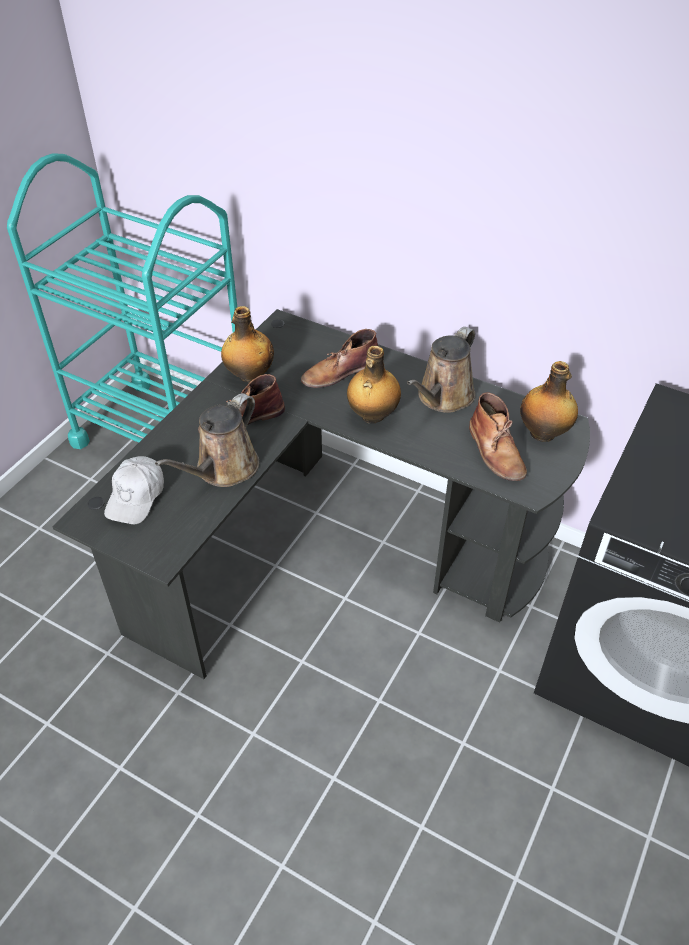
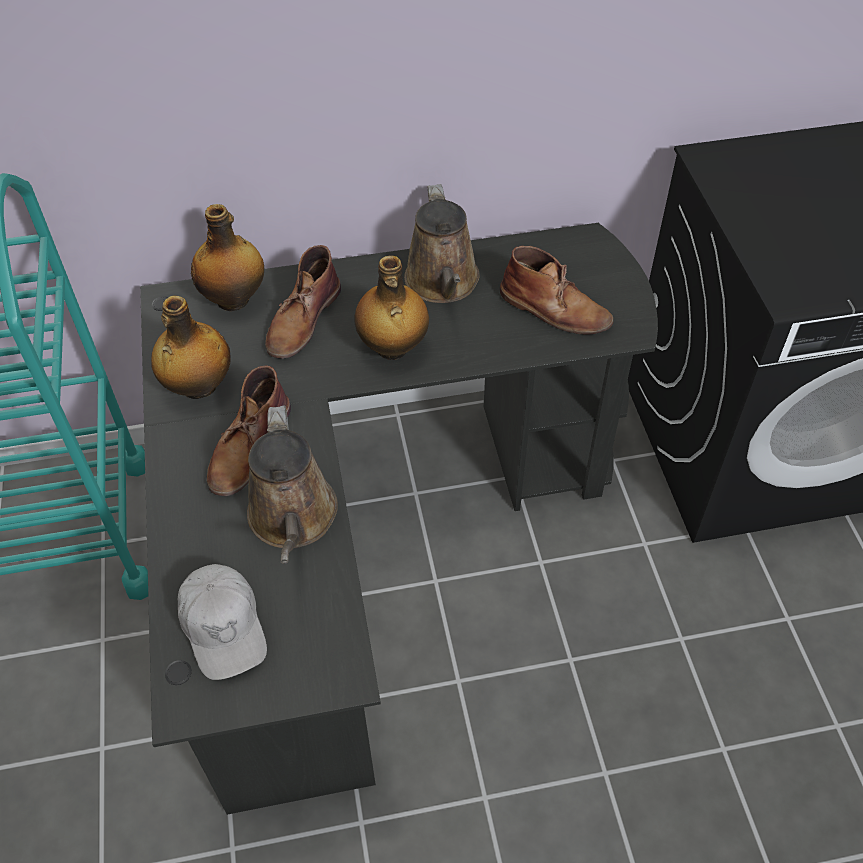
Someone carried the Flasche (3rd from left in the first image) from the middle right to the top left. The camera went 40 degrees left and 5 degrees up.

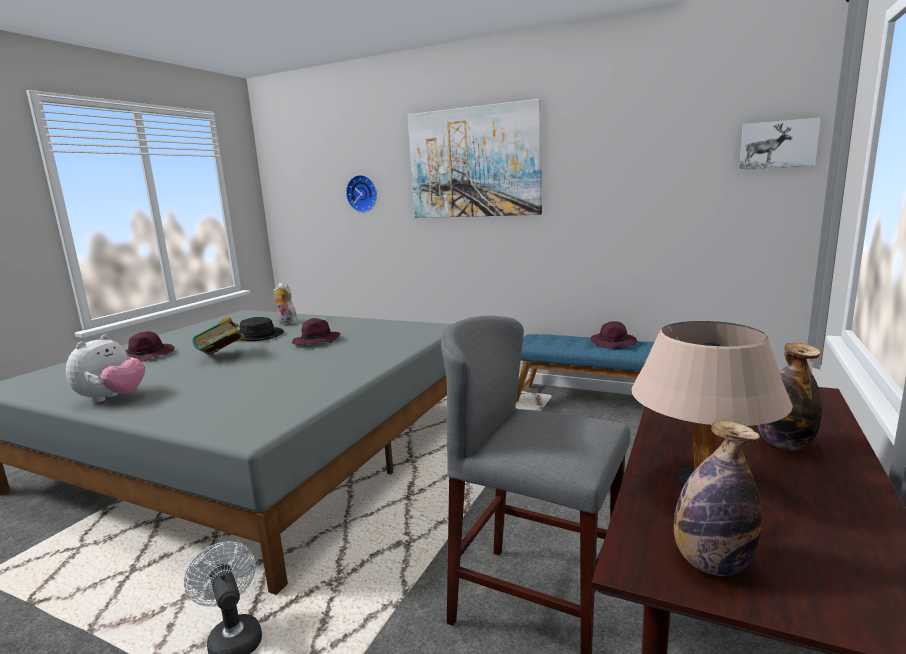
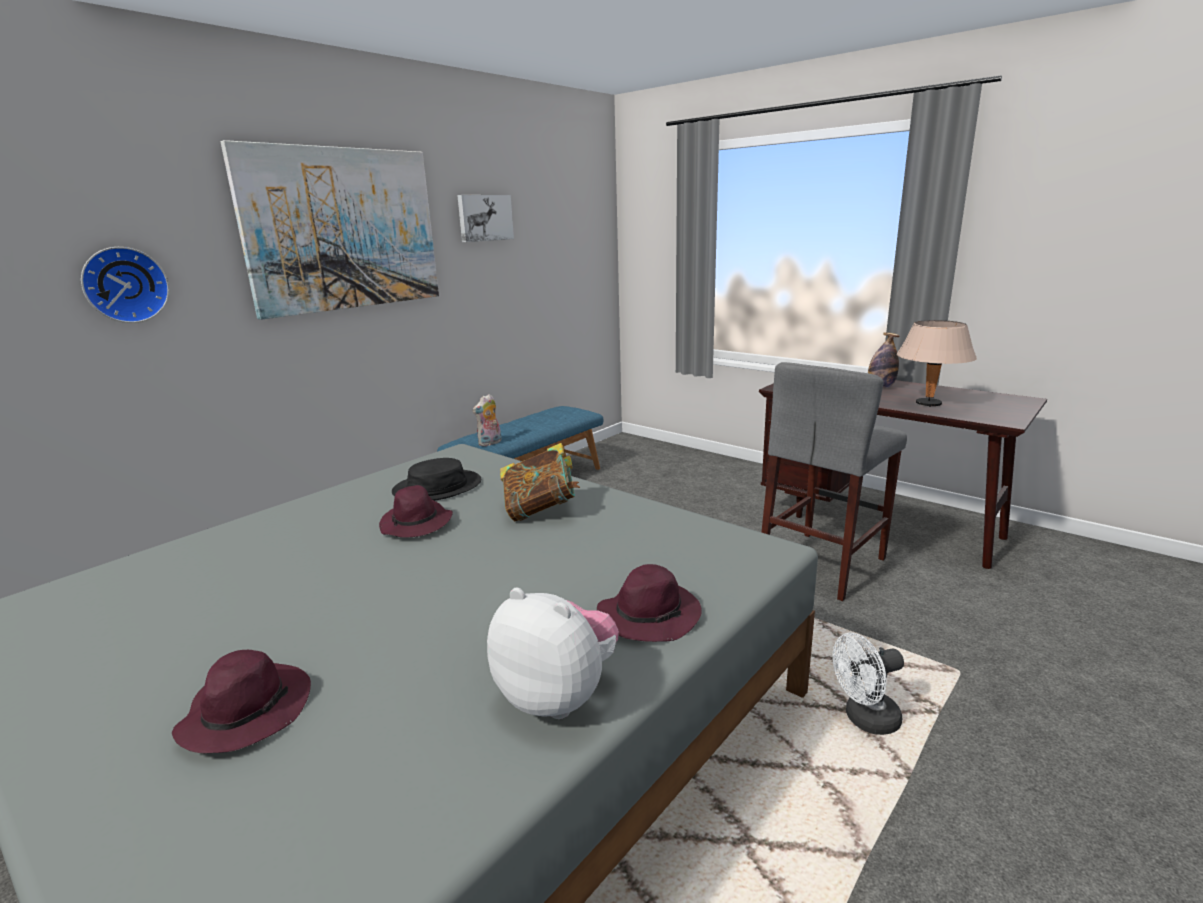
Someone carried the Hut (schwarz) from the middle left to the centre. Someone carried the Bild (2nd from left) from the top right to the top centre. Someone carried the Plüschtier (2nd from left in the first image) from the middle left to the centre. Someone carried the Buch from the middle left to the centre. Someone carried the Hut (lila) (3rd from left) from the middle right to the bottom centre. Someone took away the Flasche (1st from left) at the bottom right. The camera went 75 degrees left and 5 degrees up.

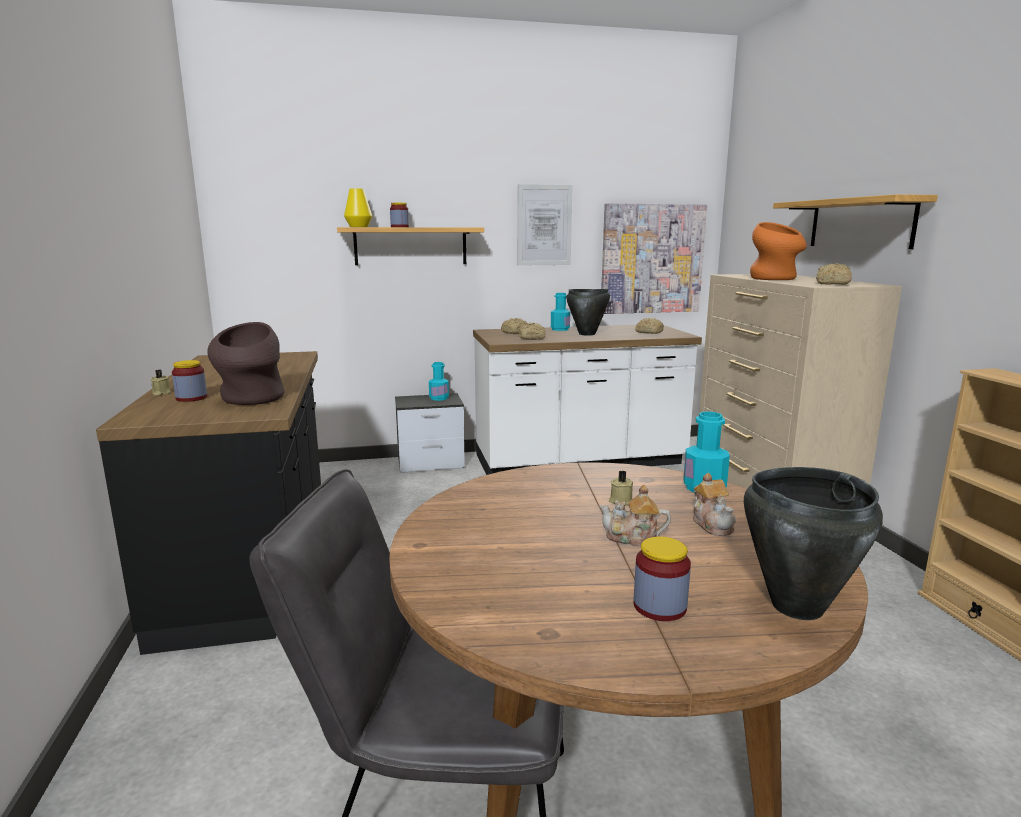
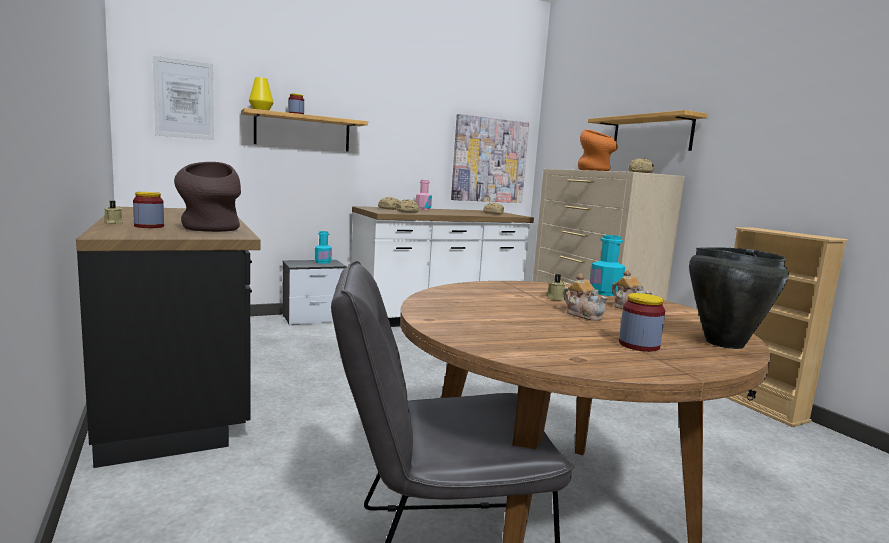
Someone carried the Bild (1st from left) from the top centre to the top left. Someone repainted the Flasche (türkis) (2nd from left) at the centre, which became the Flasche (rosa) at the centre. Someone rotated the Teekanne (1st from left) at the centre by 120 degrees counterclockwise. Someone took away the Kochtopf (schwarz) (1st from left) at the centre. The camera went 15 degrees left and 5 degrees down.

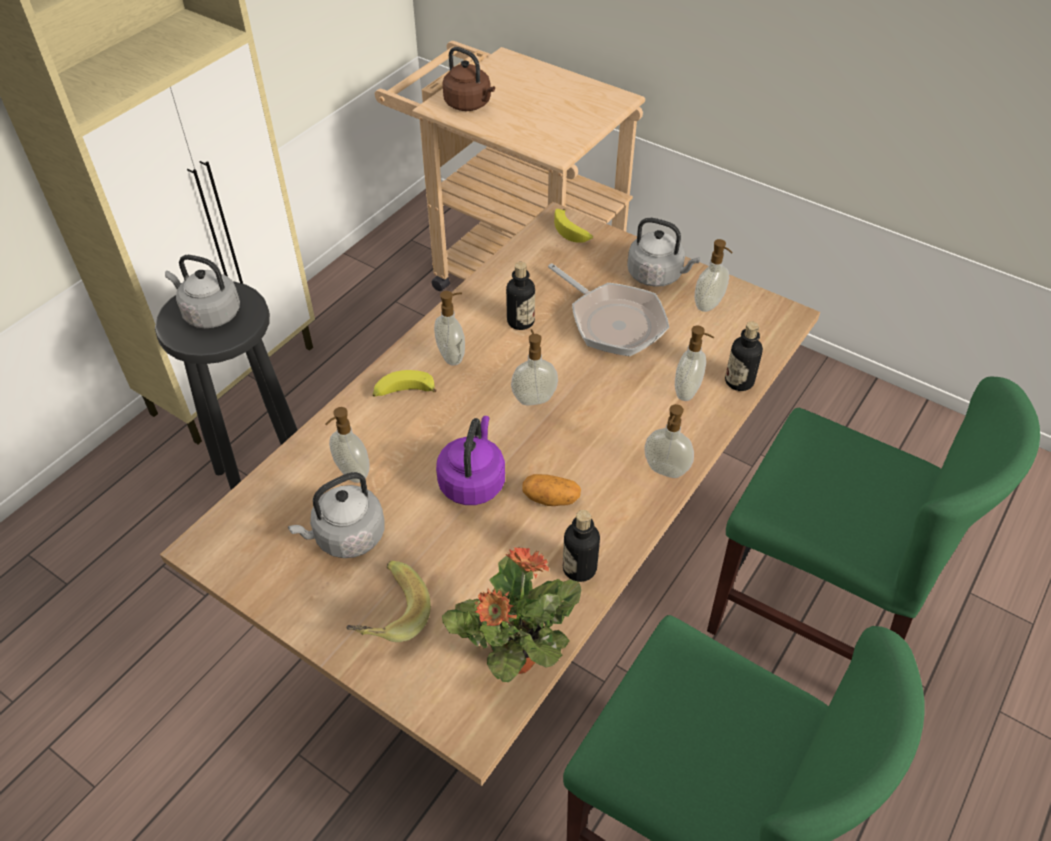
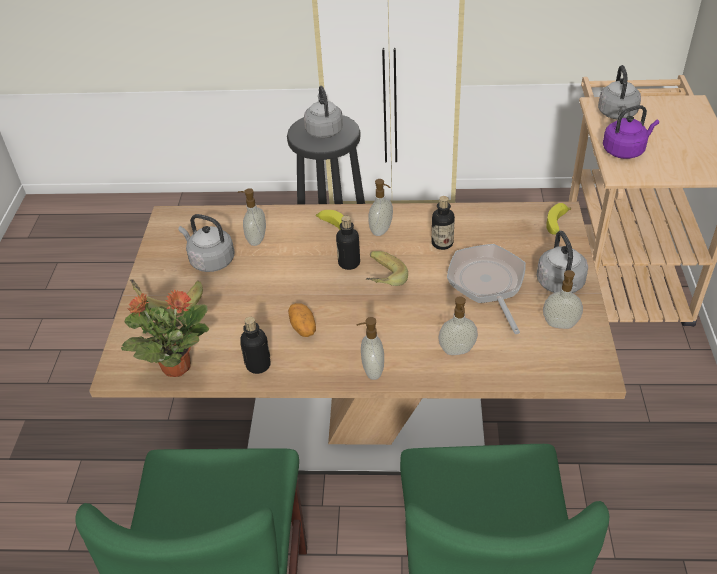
Someone carried the Flasche (3rd from left in the first image) from the middle right to the centre. Someone swapped the Seifenspender (3rd from left) at the centre for the Banane (3rd from left) at the centre. Someone rotated the Pfanne at the centre by 150 degrees clockwise. Someone repainted the Wasserkessel (braun) at the top centre, which became the Wasserkessel (grau) (4th from left) at the top right. Someone carried the Wasserkessel (lila) from the centre to the top right. The camera went 60 degrees right and 5 degrees down.

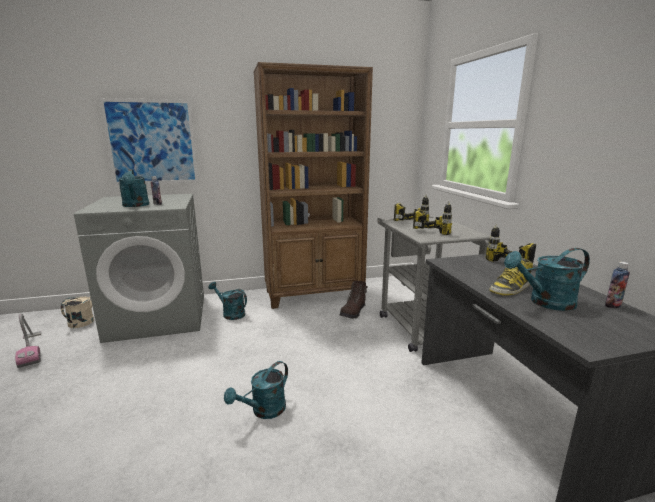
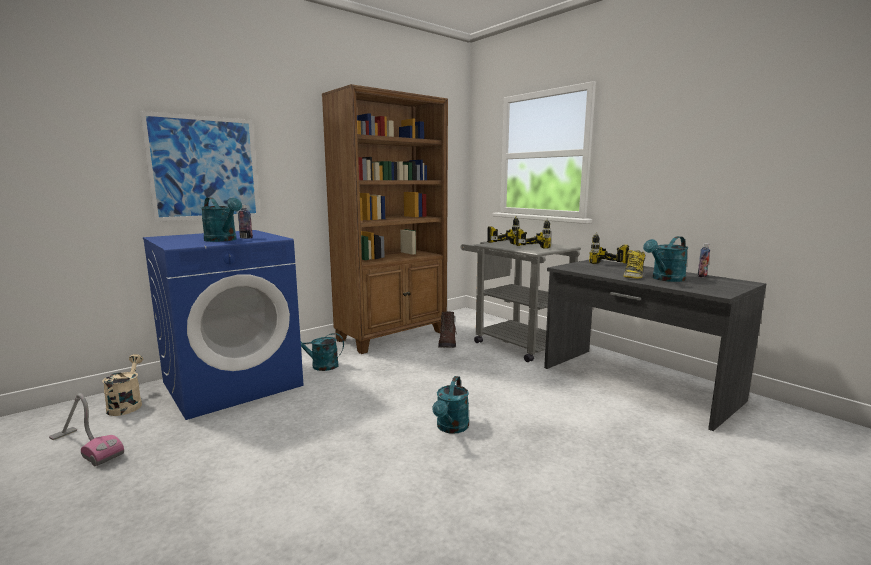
Someone repainted the Waschmaschine (grau) at the middle left, which became the Waschmaschine (blau) at the middle left. The camera went 25 degrees left and 5 degrees down.

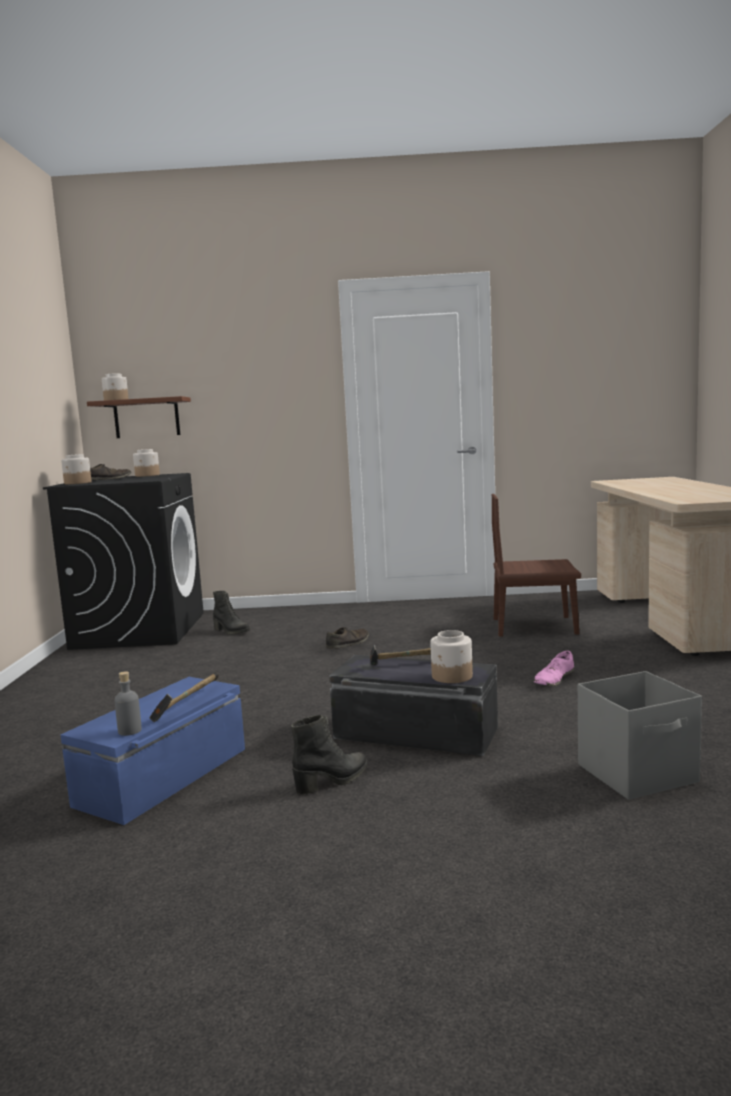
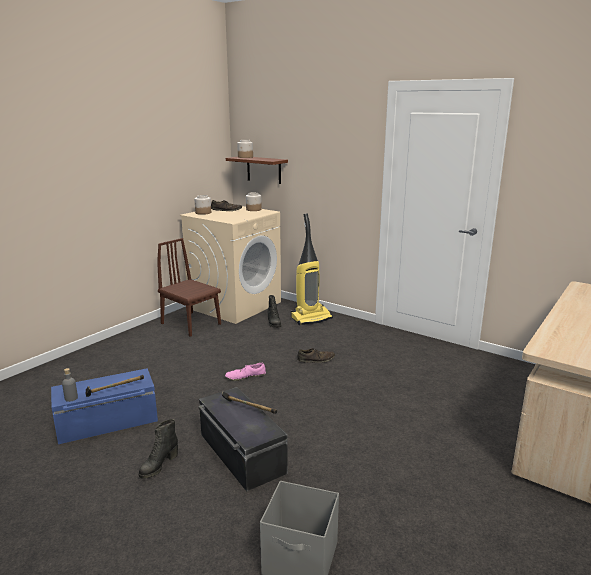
Someone rotated the Stiefel (schwarz) (2nd from left in the first image) at the bottom centre by 120 degrees clockwise. Someone carried the Stuhl (braun) from the middle right to the middle left. Someone repainted the Waschmaschine (schwarz) at the middle left, which became the Waschmaschine (beige) at the centre. Someone carried the Schuh (rosa) from the middle right to the centre. Someone put down the Staubsauger at the centre. Someone took away the Vorratsglas (4th from left) at the centre. The camera went 35 degrees right and 10 degrees up.

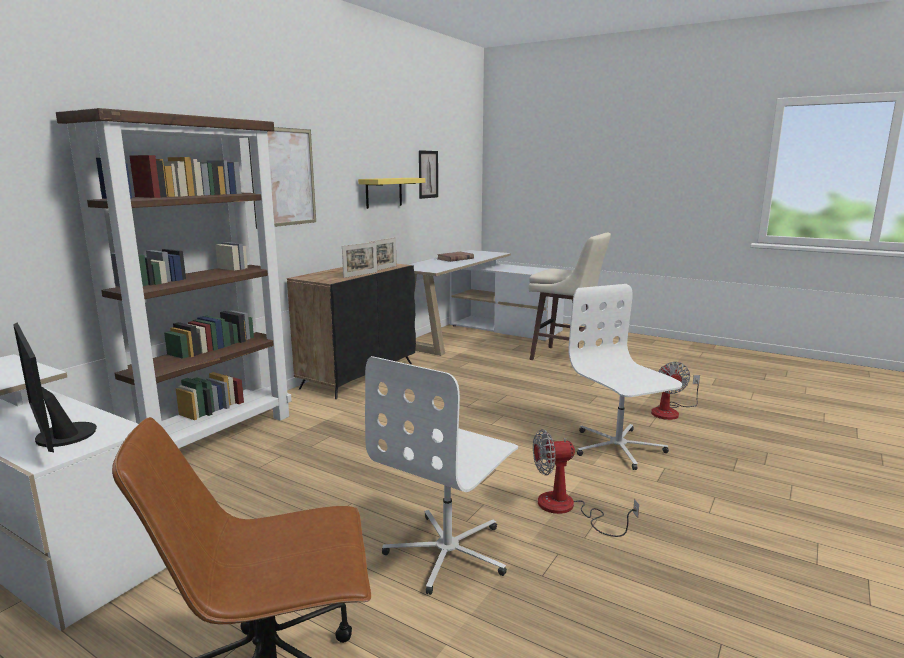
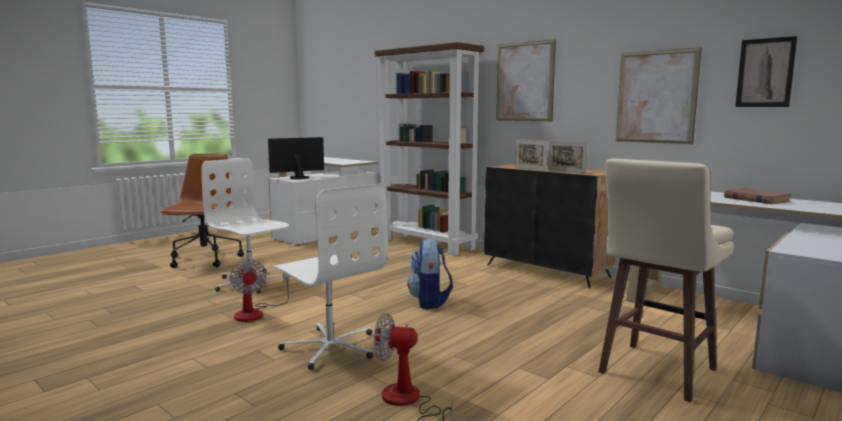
Someone rotated the Ventilator (1st from left) at the bottom centre by 150 degrees clockwise. Someone rotated the Bürostuhl (weiß) (2nd from left) at the middle right by 60 degrees clockwise. Someone put down the Rucksack at the centre. Someone swapped the Wandregal (gelb) at the top centre for the Bild (2nd from left) at the top right. The camera went 100 degrees right and 5 degrees down.

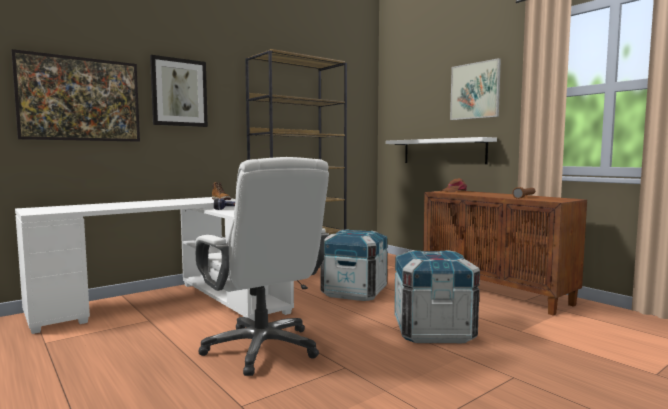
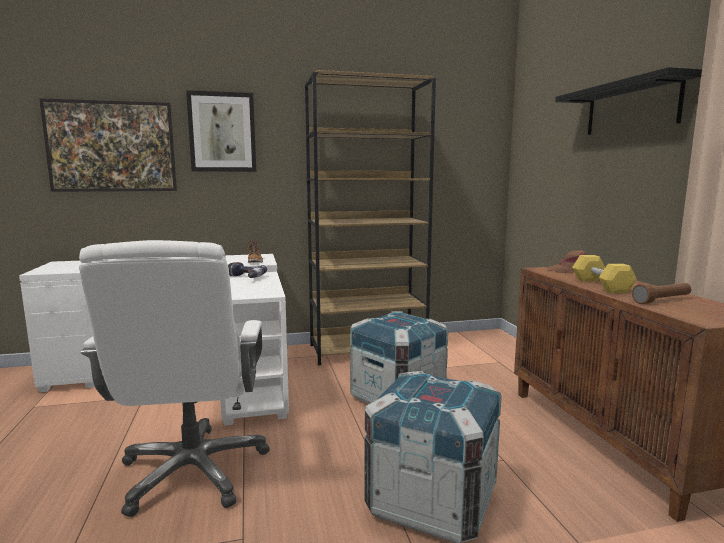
Someone swapped the Bild (3rd from left) at the top right for the Wandregal (schwarz) at the top right. Someone put down the Hantel (gelb) at the middle right. Someone took away the Wandregal (weiß) at the centre. The camera went 25 degrees right and 5 degrees up.

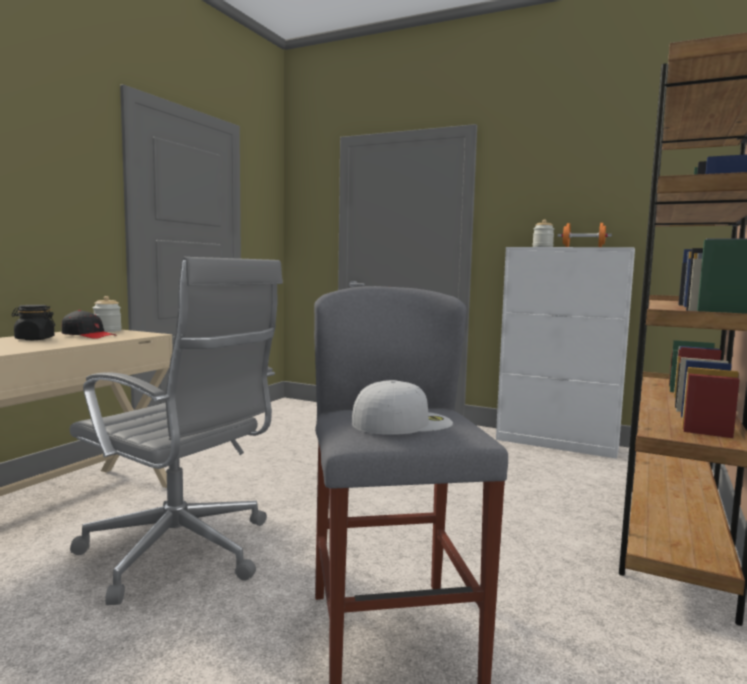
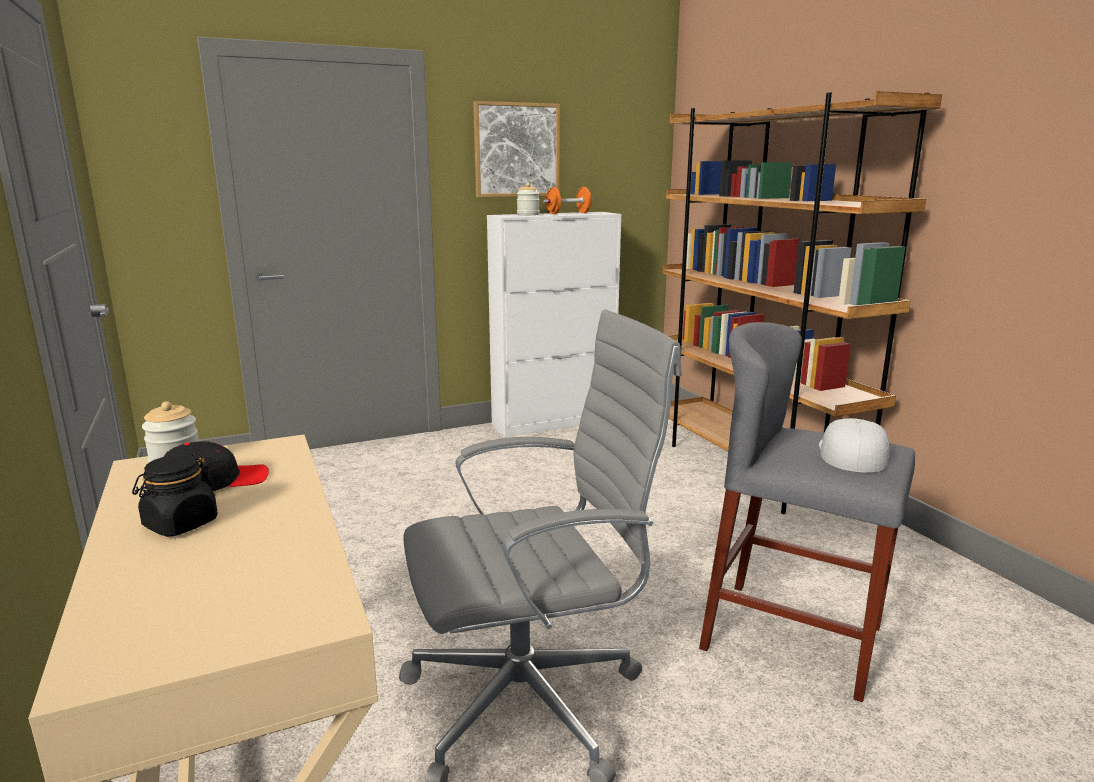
Someone put up the Bild at the top centre. The camera went 50 degrees left and 10 degrees up.

